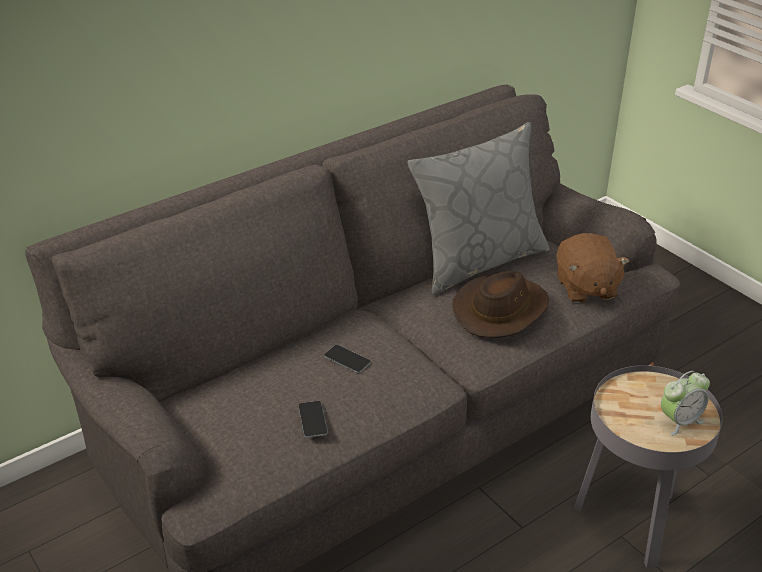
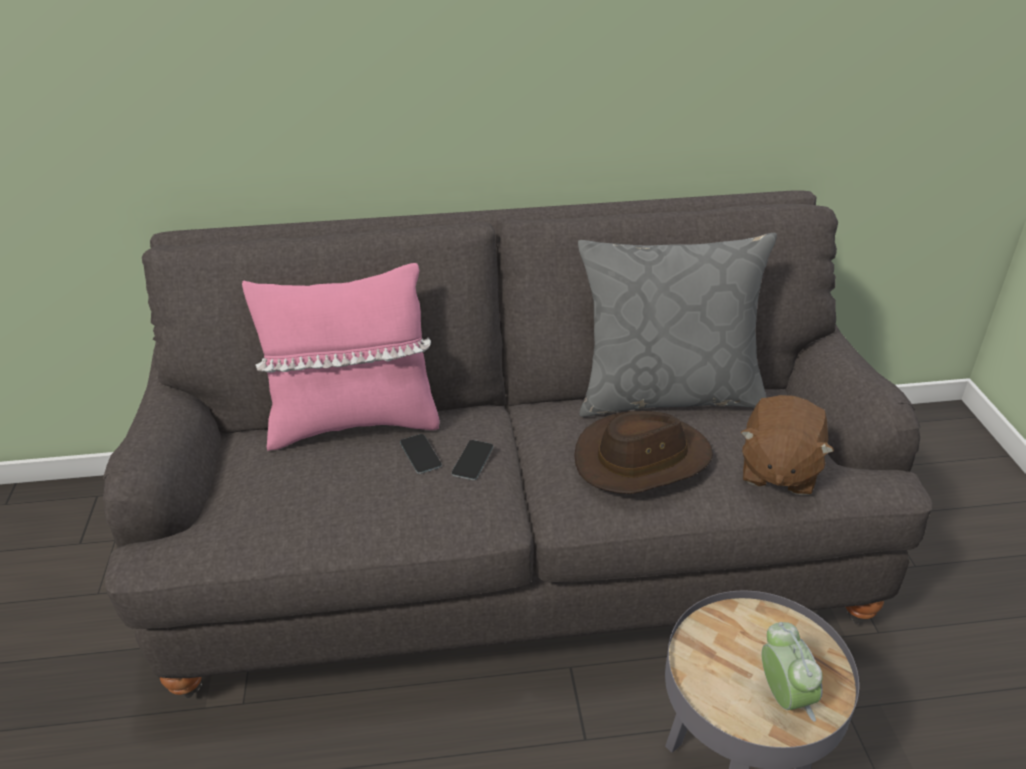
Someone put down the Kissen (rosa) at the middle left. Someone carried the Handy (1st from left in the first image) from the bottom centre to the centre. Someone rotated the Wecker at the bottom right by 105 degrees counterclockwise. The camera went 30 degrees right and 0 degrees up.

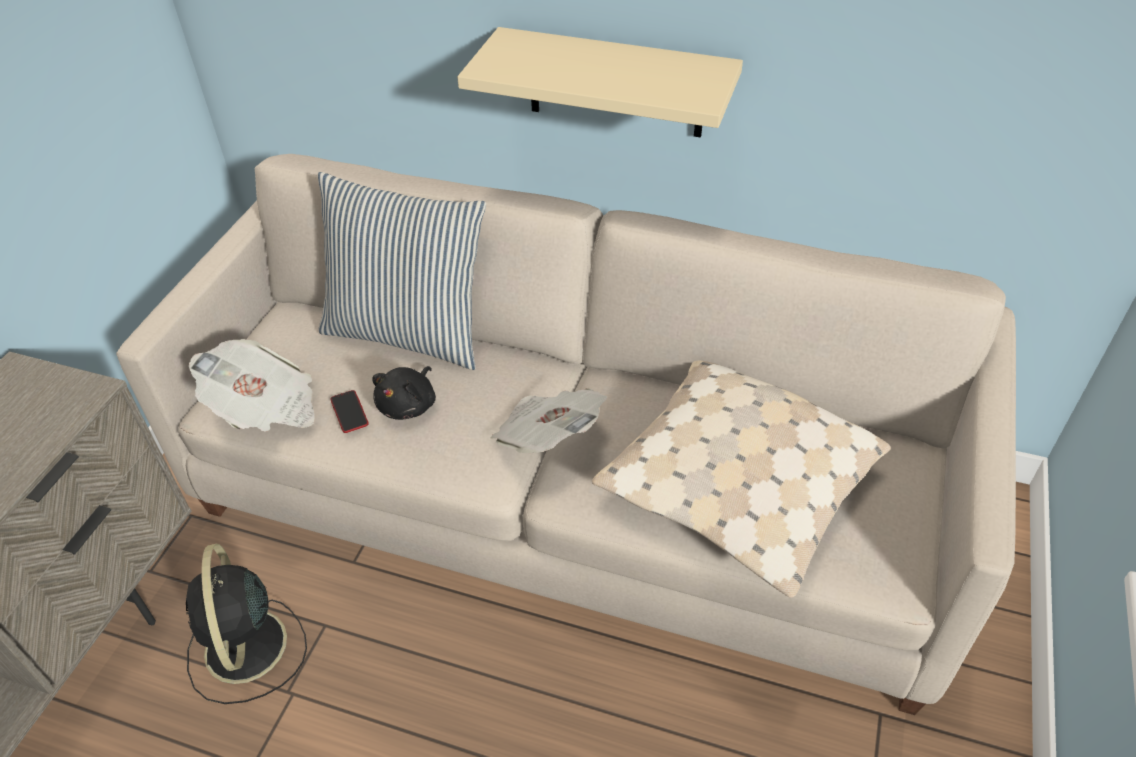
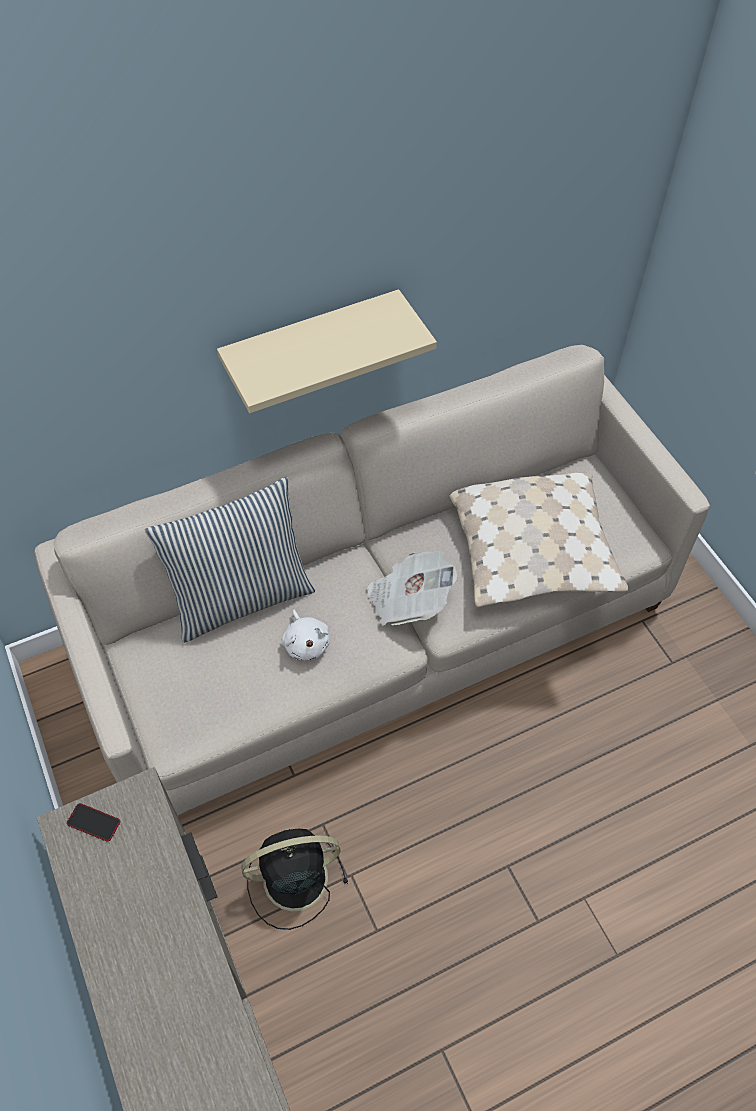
Someone carried the Handy from the middle left to the bottom left. Someone rotated the Ventilator (schwarz) at the bottom left by 135 degrees clockwise. Someone repainted the Plüschtier (schwarz) at the centre, which became the Plüschtier (weiß) at the centre. Someone took away the Zeitung (1st from left) at the middle left. The camera went 45 degrees left and 10 degrees up.

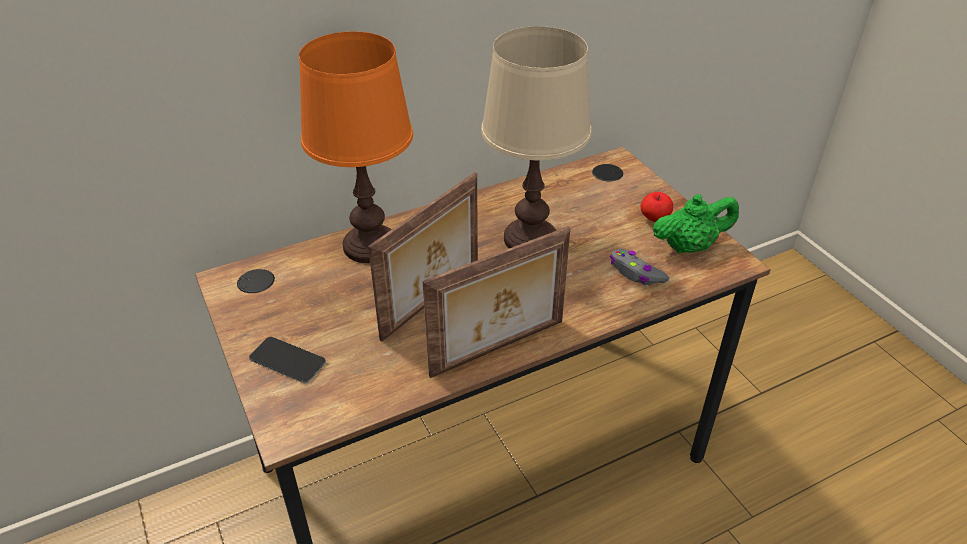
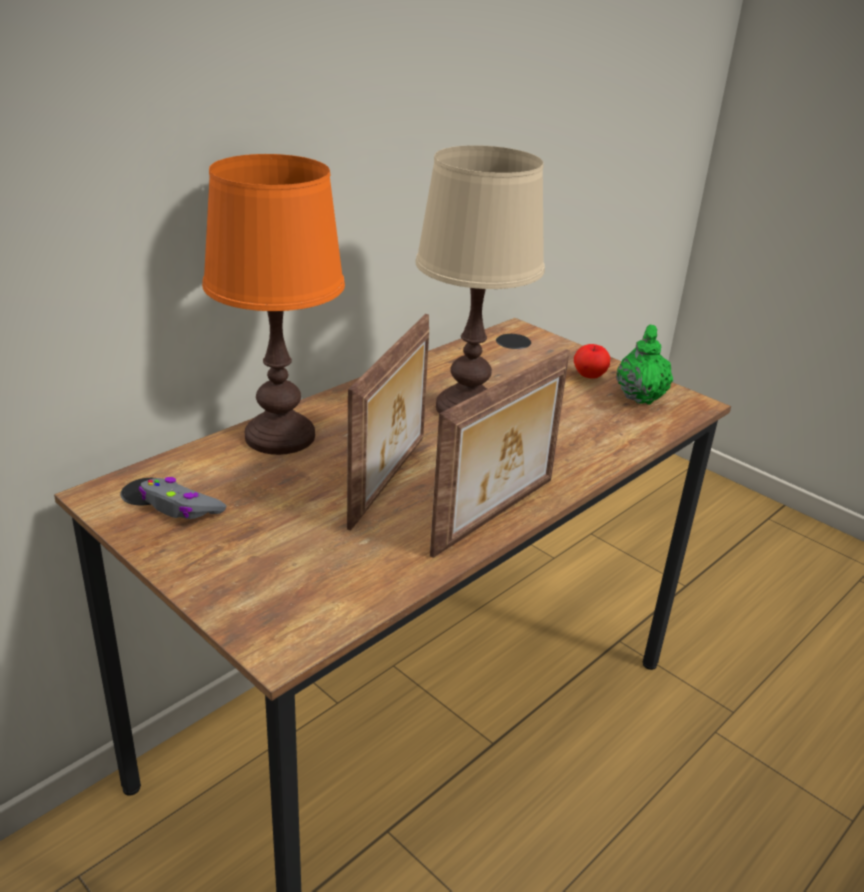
Someone carried the Gamepad (grau) from the centre to the middle left. Someone rotated the Teekanne (grün) at the middle right by 45 degrees counterclockwise. Someone took away the Handy at the middle left. The camera went 20 degrees left and 10 degrees down.

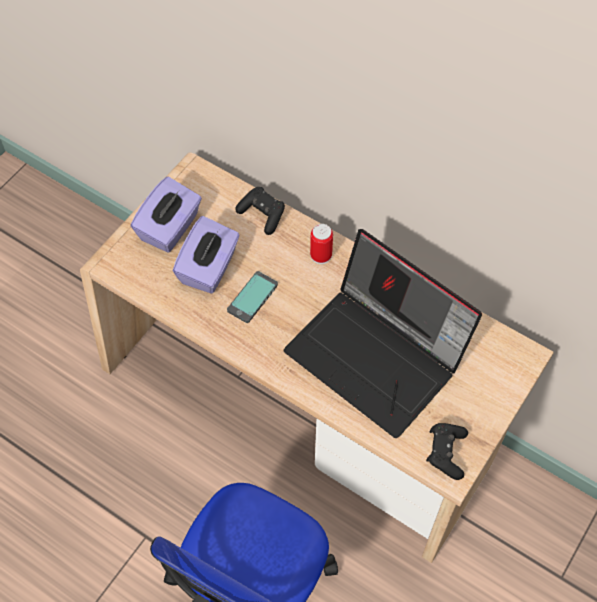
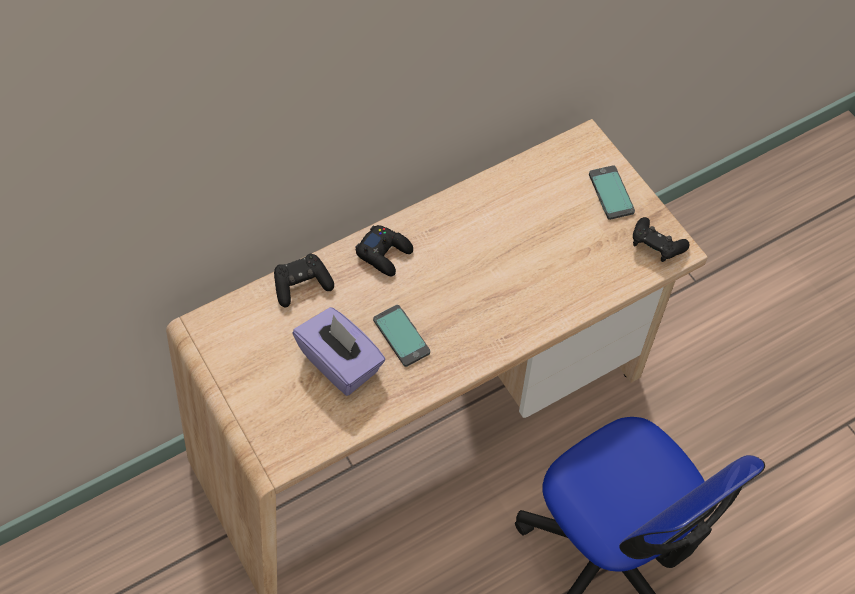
Someone swapped the Dose at the centre for the Gamepad (schwarz) (2nd from left) at the centre. Someone put down the Handy (2nd from left) at the top right. Someone took away the Taschentuchbox (lila) (1st from left) at the middle left. Someone took away the Laptop at the centre. The camera went 65 degrees left and 0 degrees up.

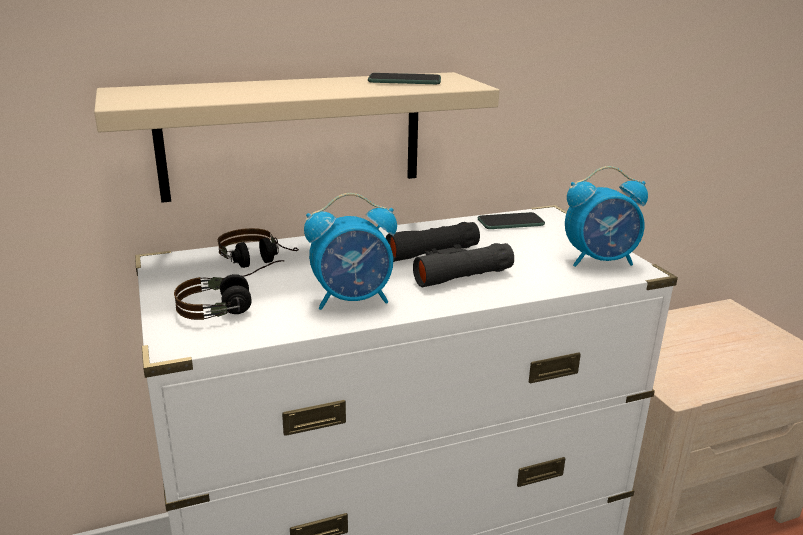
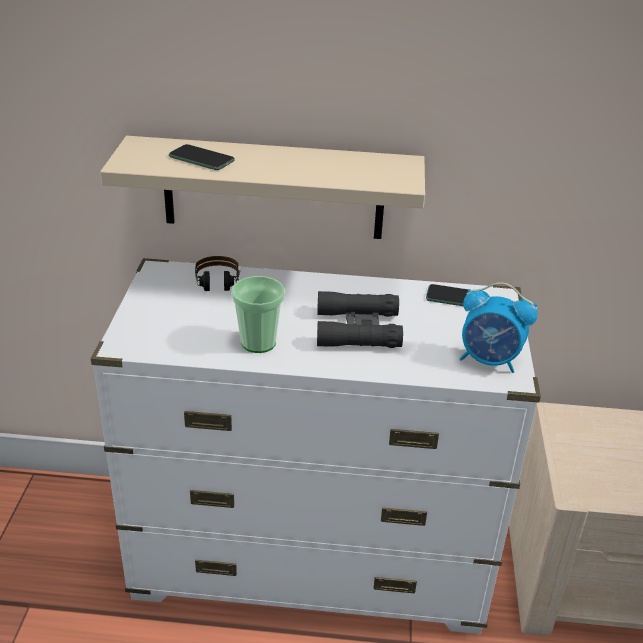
Someone carried the Handy (1st from left) from the top centre to the top left. Someone swapped the Wecker (1st from left) at the centre for the Tasse at the centre. Someone took away the Kopfhörer (1st from left) at the middle left. The camera went 25 degrees right and 10 degrees up.

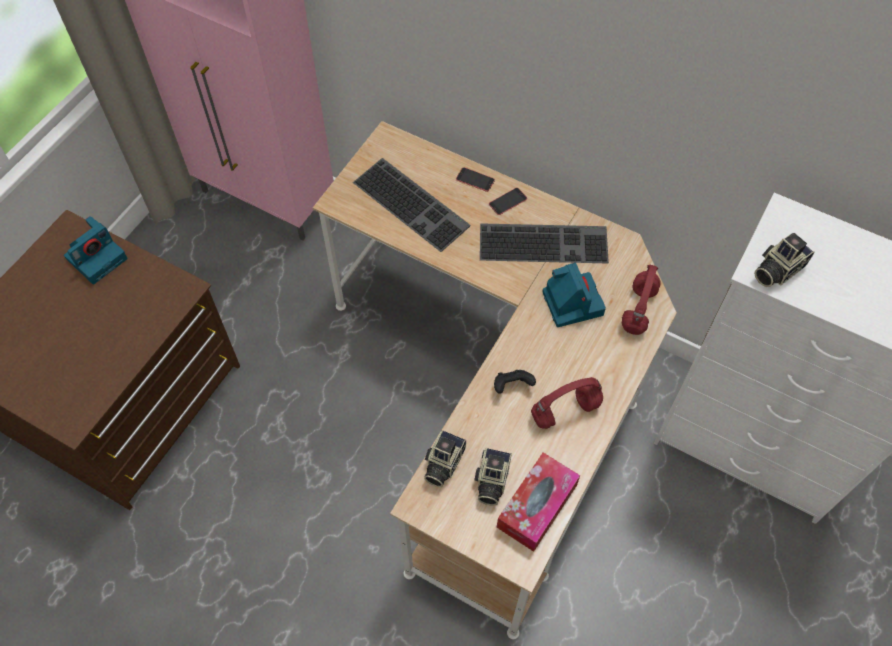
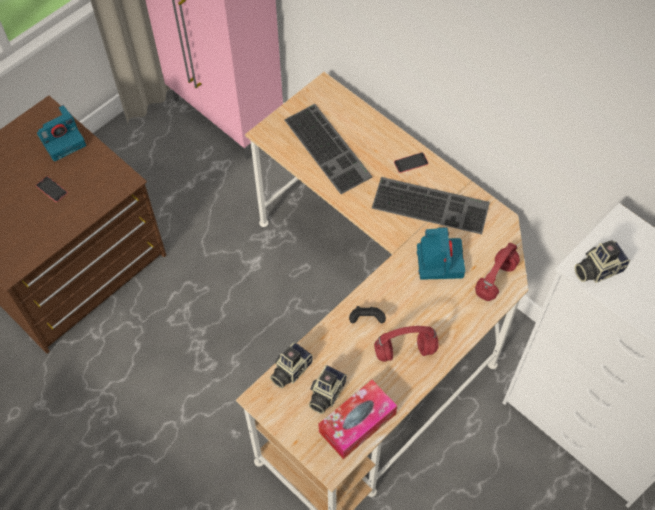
Someone carried the Handy (1st from left) from the top centre to the middle left. The camera went 15 degrees right and 0 degrees up.

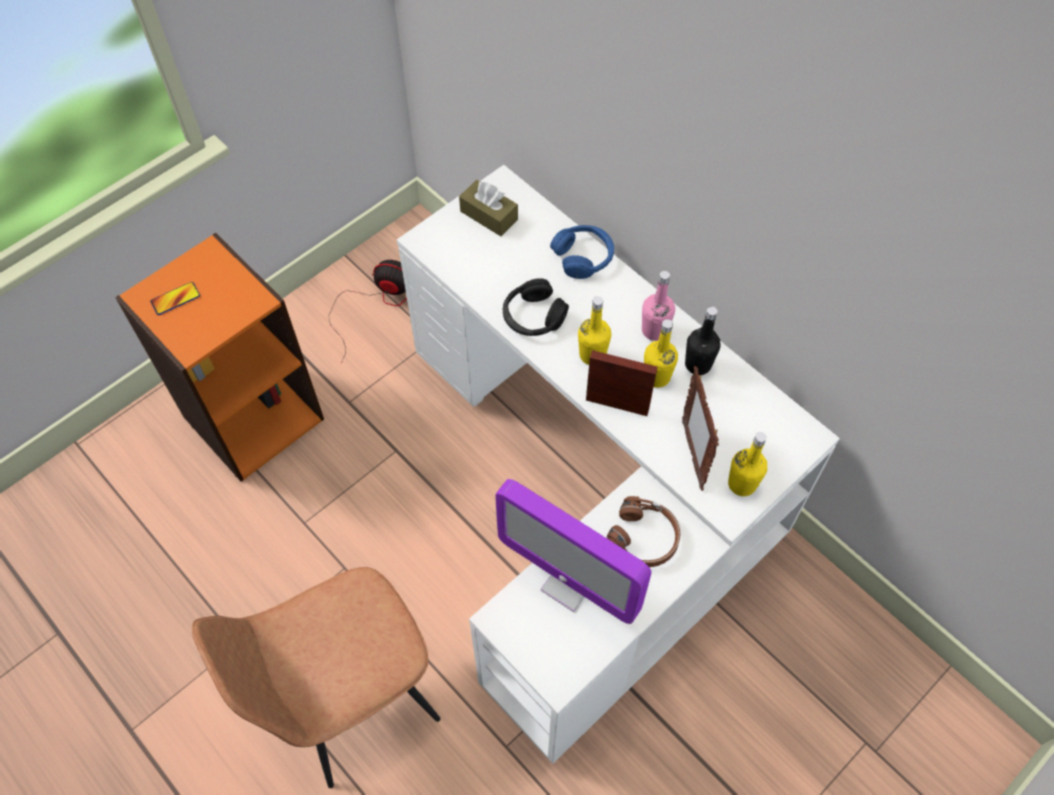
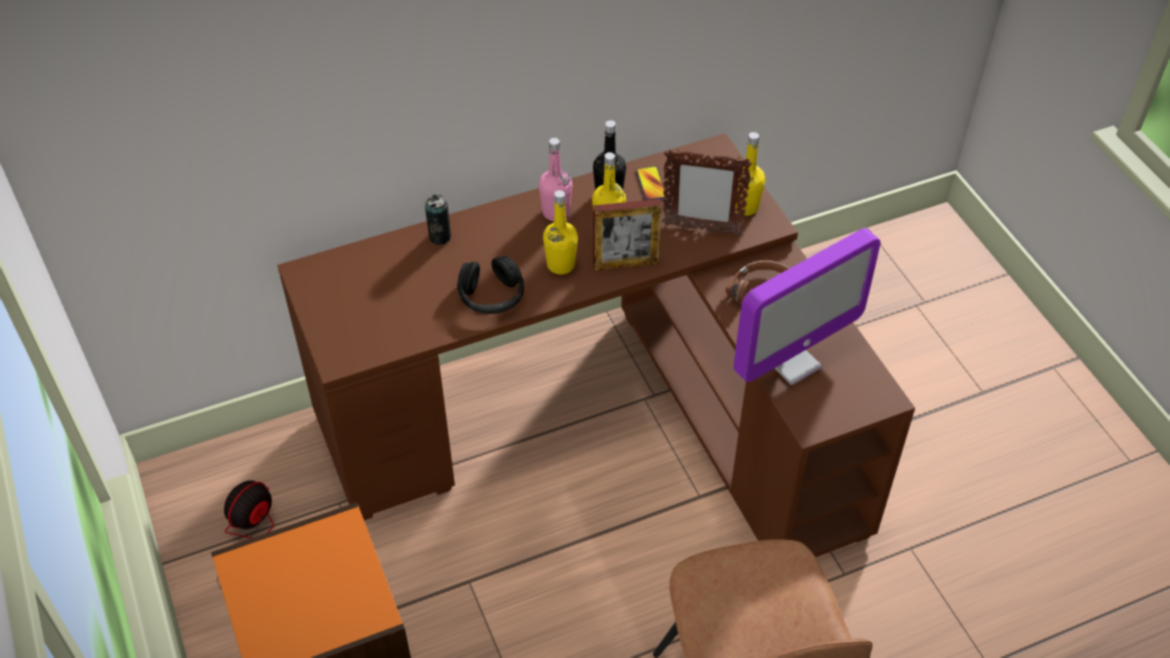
Someone repainted the Schreibtisch (weiß) at the centre, which became the Schreibtisch (braun) at the centre. Someone swapped the Kopfhörer (blau) at the top centre for the Dose at the centre. Someone rotated the Bilderrahmen (1st from left) at the centre by 135 degrees counterclockwise. Someone carried the Handy from the middle left to the top centre. Someone took away the Taschentuchbox (braun) at the top centre. The camera went 70 degrees left and 10 degrees down.

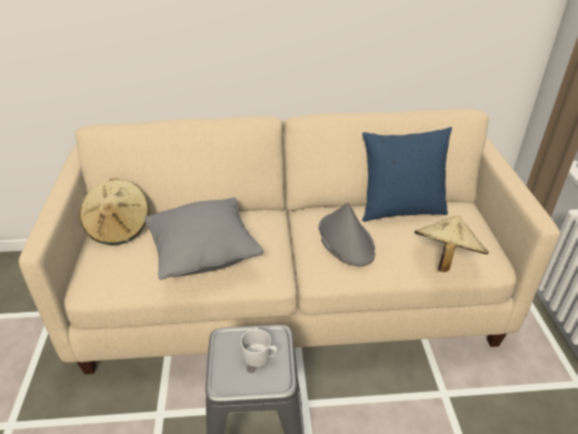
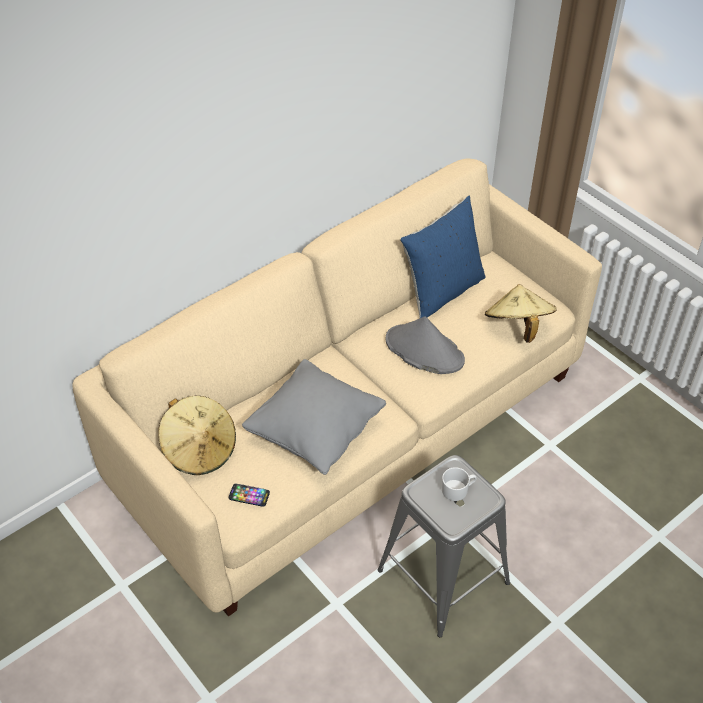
Someone put down the Handy at the bottom centre. The camera went 35 degrees left and 10 degrees up.

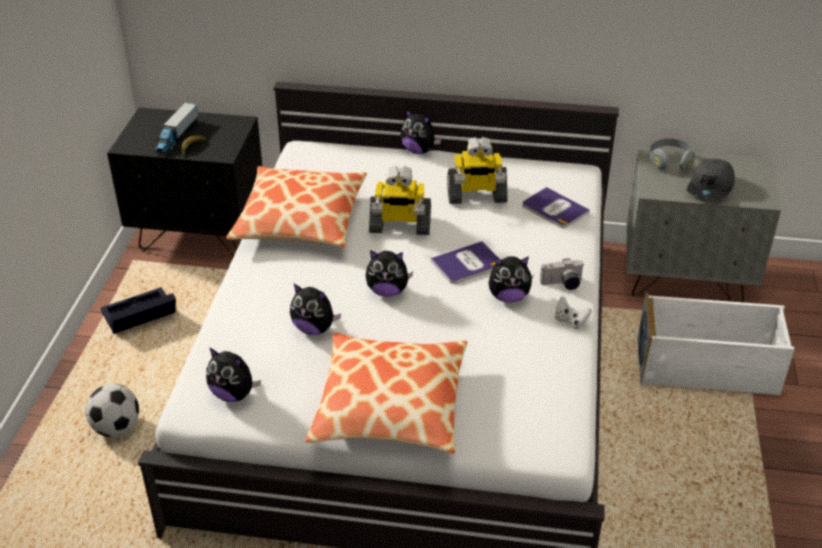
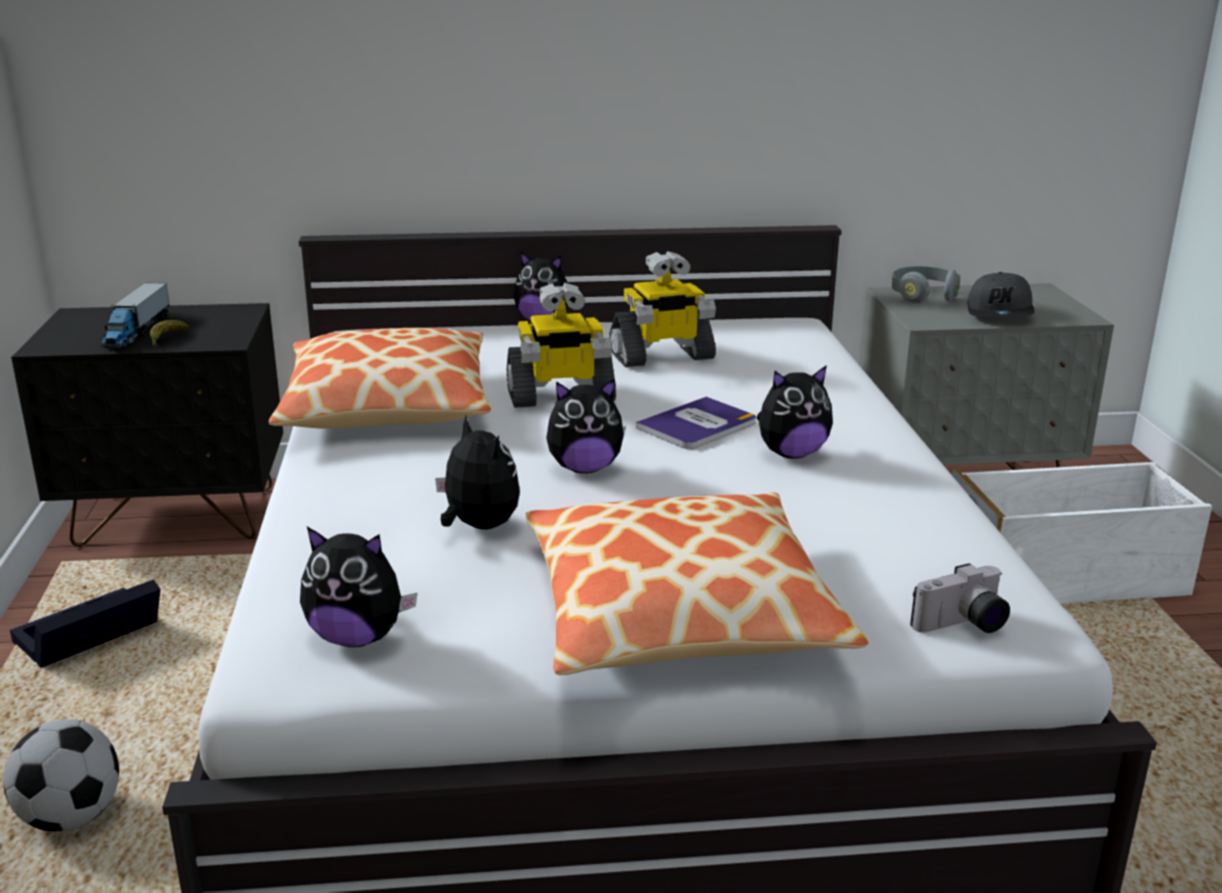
Someone rotated the Plüschtier (2nd from left) at the centre by 135 degrees counterclockwise. Someone carried the Kamera from the middle right to the bottom right. Someone took away the Buch (2nd from left) at the middle right. Someone took away the Gamepad (weiß) at the middle right. The camera went 15 degrees left and 15 degrees down.

